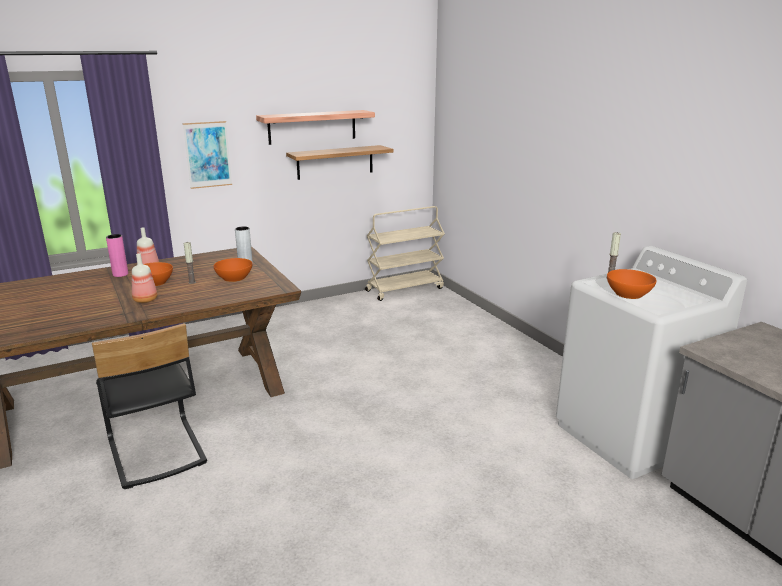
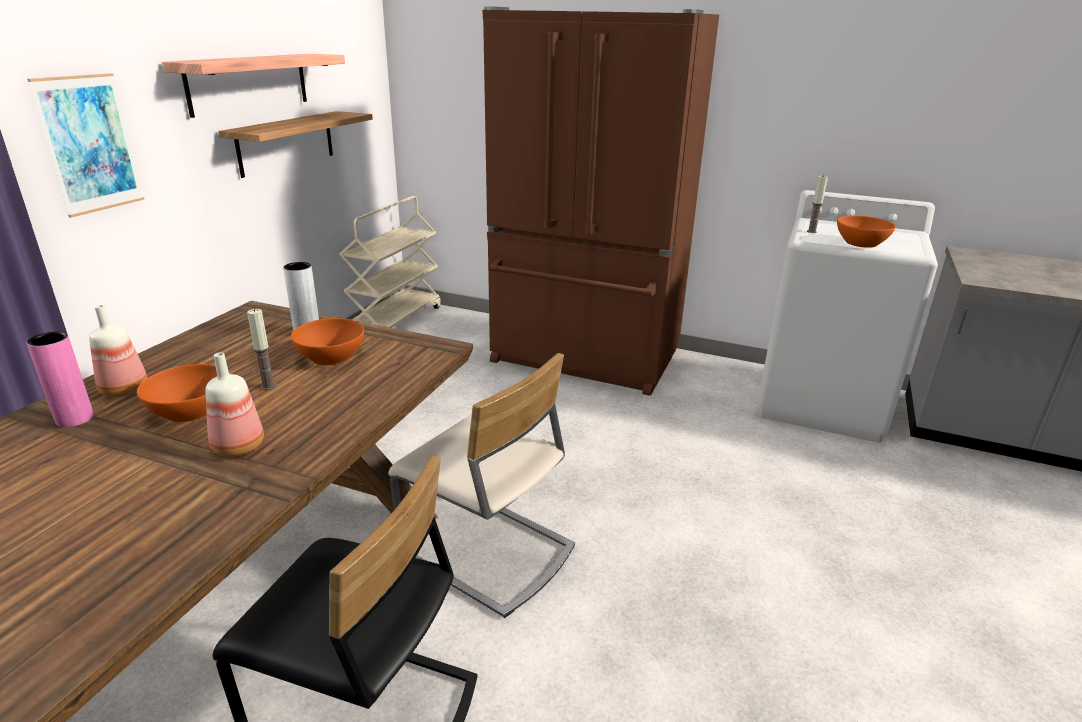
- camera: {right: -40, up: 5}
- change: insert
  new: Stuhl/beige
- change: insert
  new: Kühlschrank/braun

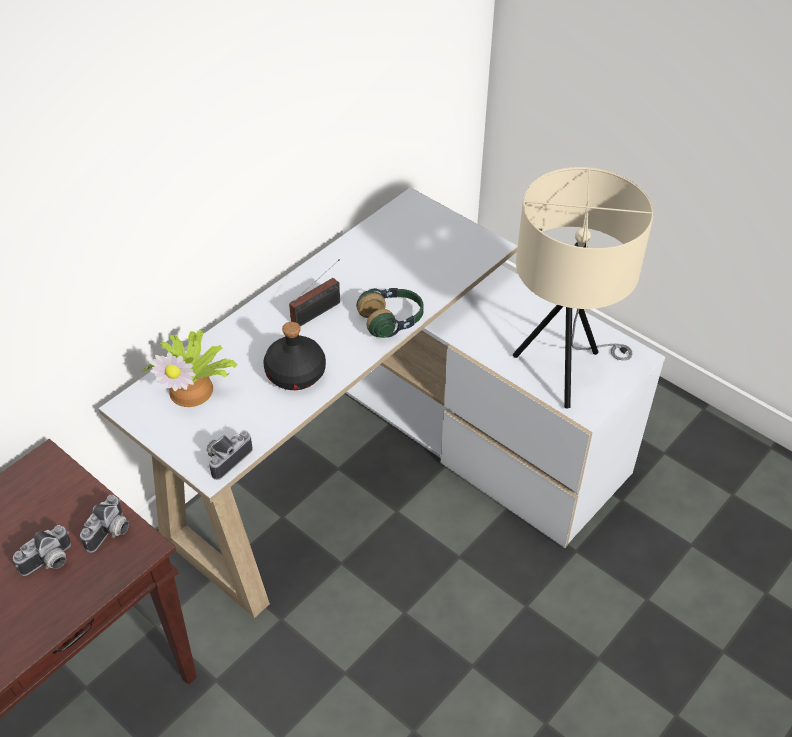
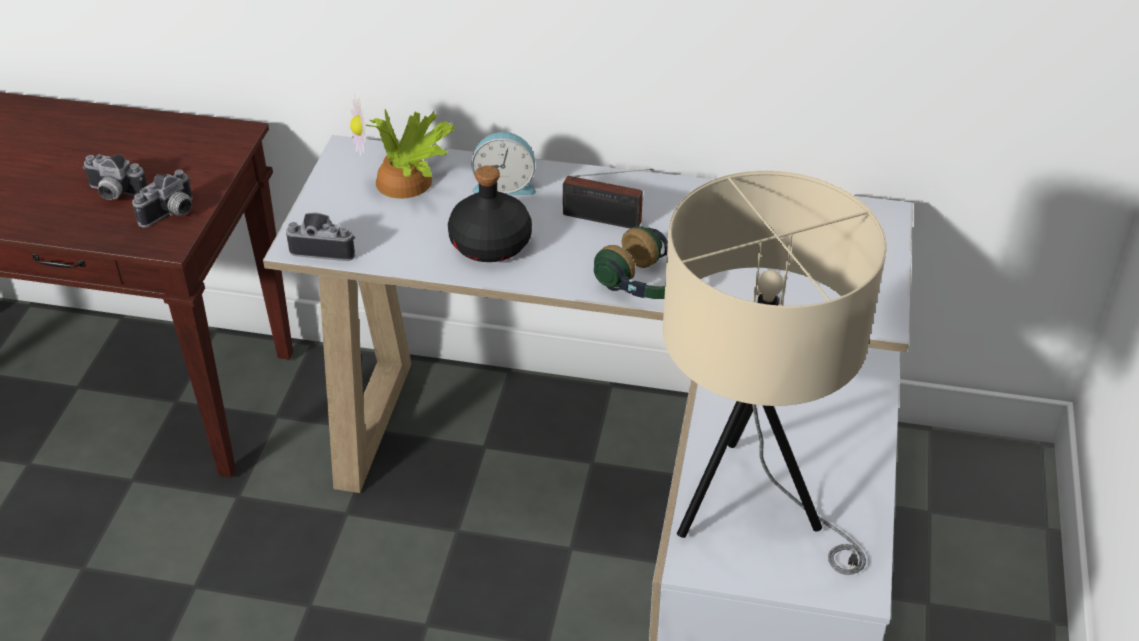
- camera: {right: 60, up: -5}
- change: rotate
  old: Kamera (2nd from left)
  degrees: -45
- change: insert
  new: Wecker

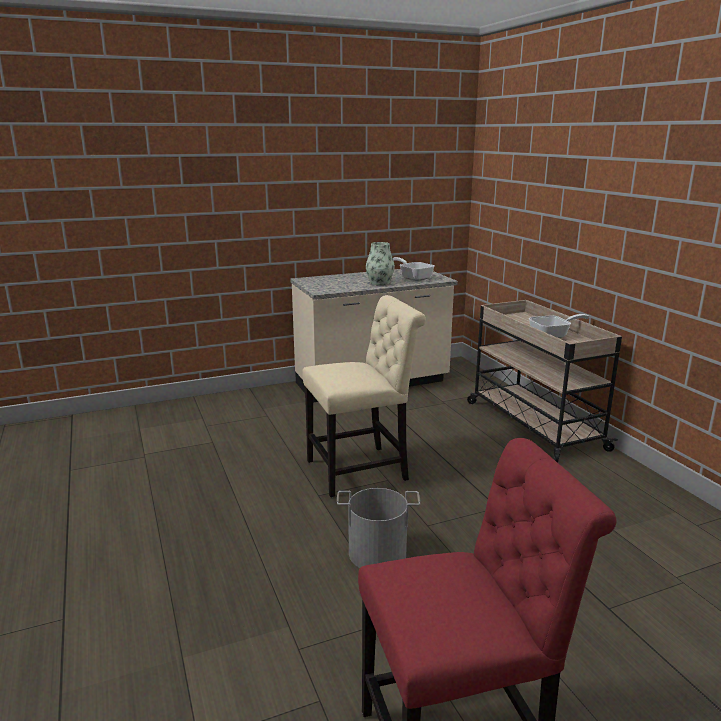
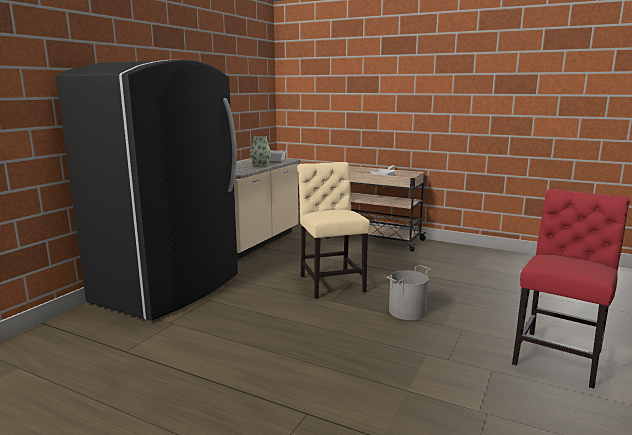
- camera: {right: -40, up: -5}
- change: rotate
  old: Stuhl/beige
  degrees: -45
- change: insert
  new: Kühlschrank/schwarz

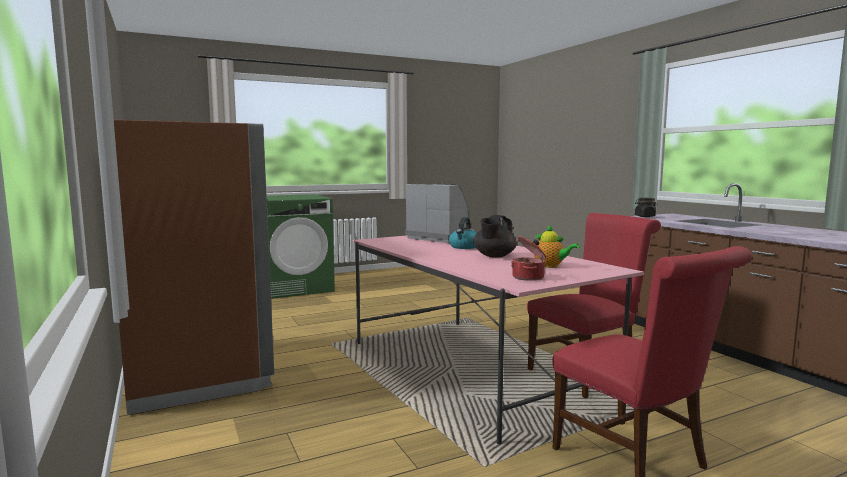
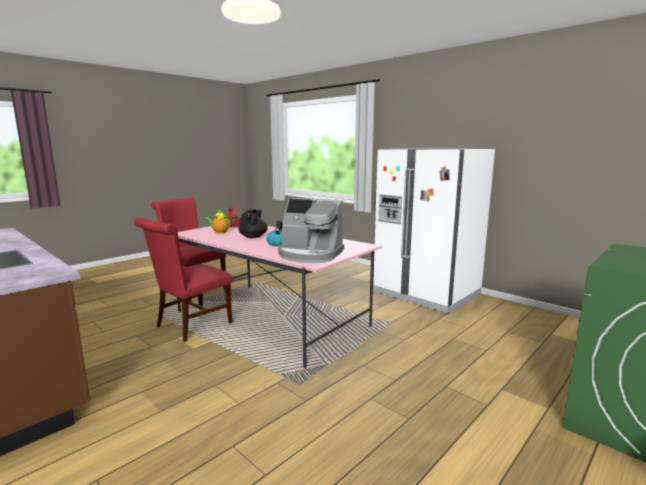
- camera: {right: 160, up: 5}
- change: recolor
  old: Kühlschrank/braun
  new: Kühlschrank/weiß
- change: delete
  old: Vorratsglas/schwarz

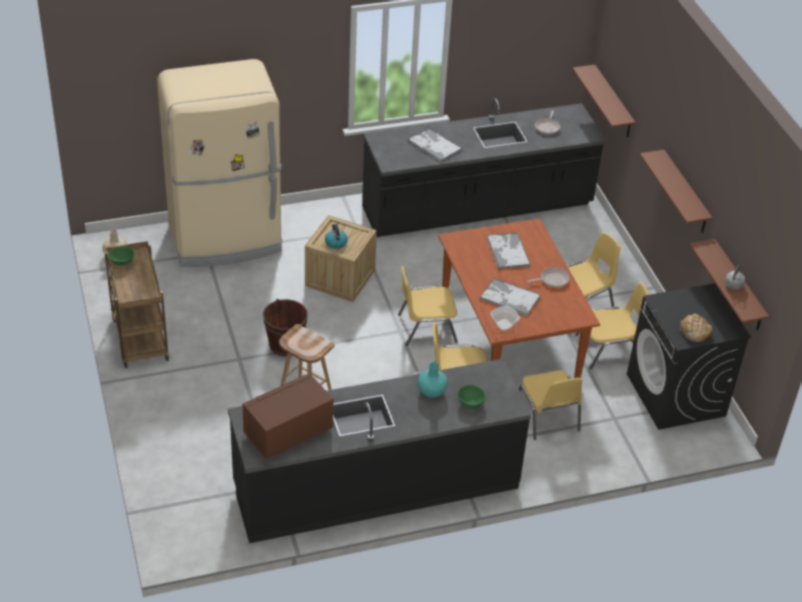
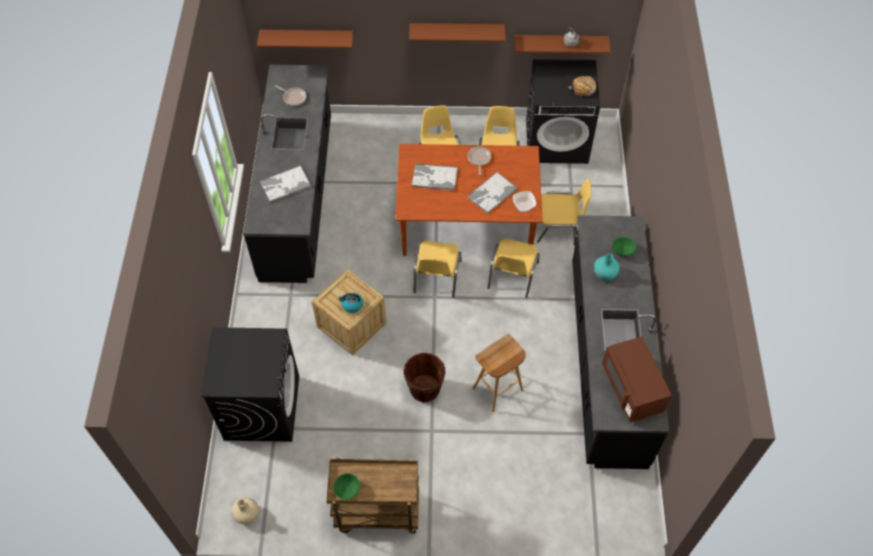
- camera: {right: -70, up: 15}
- change: replace
  old: Kühlschrank/beige
  new: Waschmaschine/schwarz (1st from left)

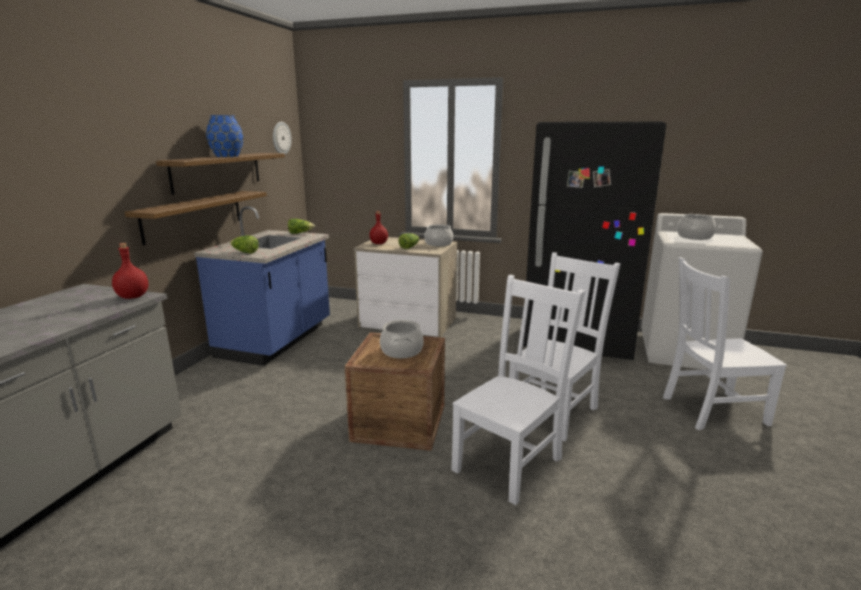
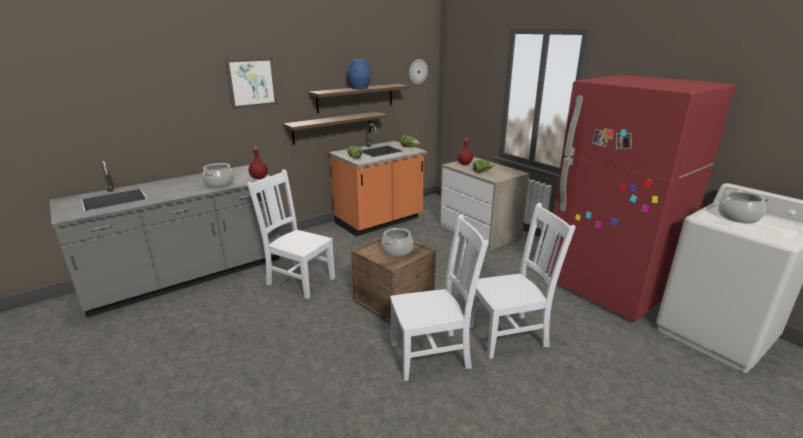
- camera: {right: 35, up: 5}
- change: recolor
  old: Küchenzeile/blau
  new: Küchenzeile/orange
- change: move
  old: Kochtopf (2nd from left in the first image)
  new: Kochtopf (1st from left)
- change: recolor
  old: Kühlschrank/schwarz
  new: Kühlschrank/rot
- change: move
  old: Stuhl/weiß (3rd from left in the first image)
  new: Stuhl/weiß (1st from left)
- change: insert
  new: Bild

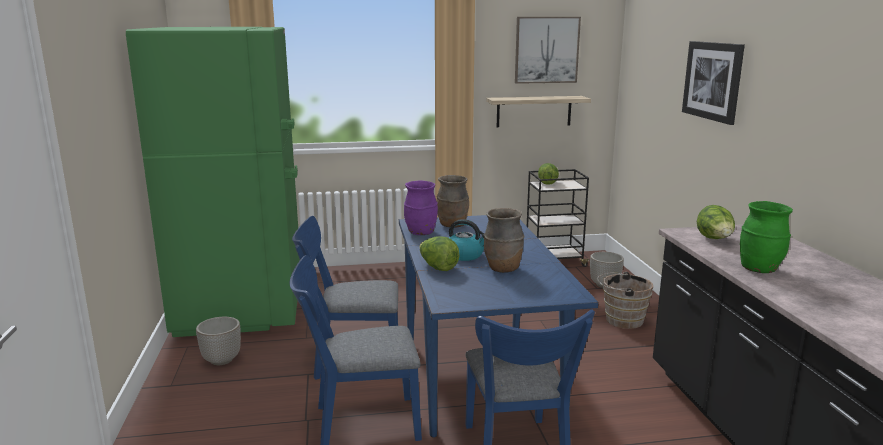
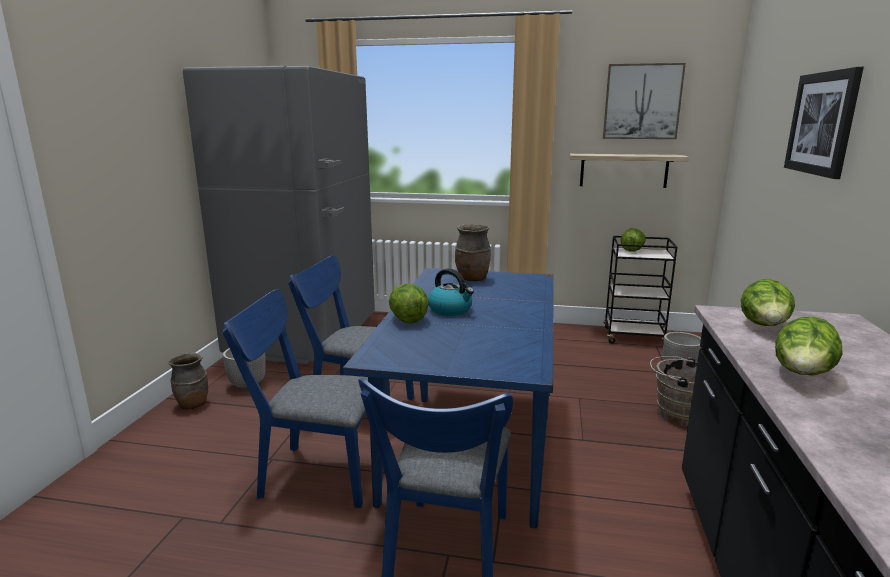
- camera: {right: 20, up: 0}
- change: recolor
  old: Kühlschrank/grün
  new: Kühlschrank/grau
- change: delete
  old: Vase/lila
- change: move
  old: Vase/braun (2nd from left in the first image)
  new: Vase/braun (1st from left)
- change: replace
  old: Vase/grün
  new: Salatkopf (4th from left)

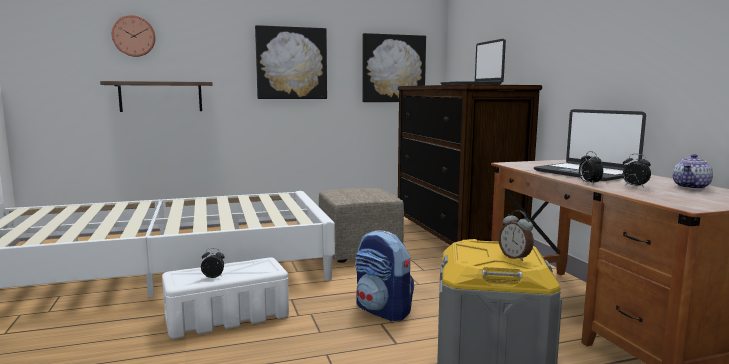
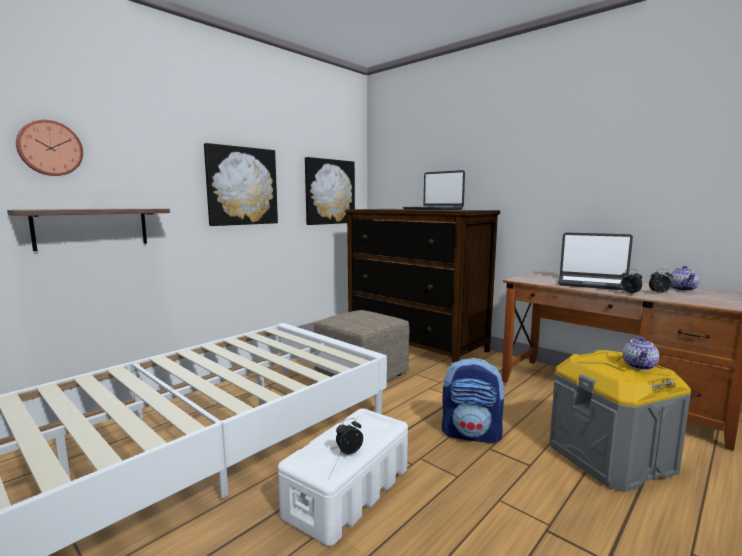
- camera: {right: -30, up: 0}
- change: replace
  old: Wecker (2nd from left)
  new: Teekanne (1st from left)

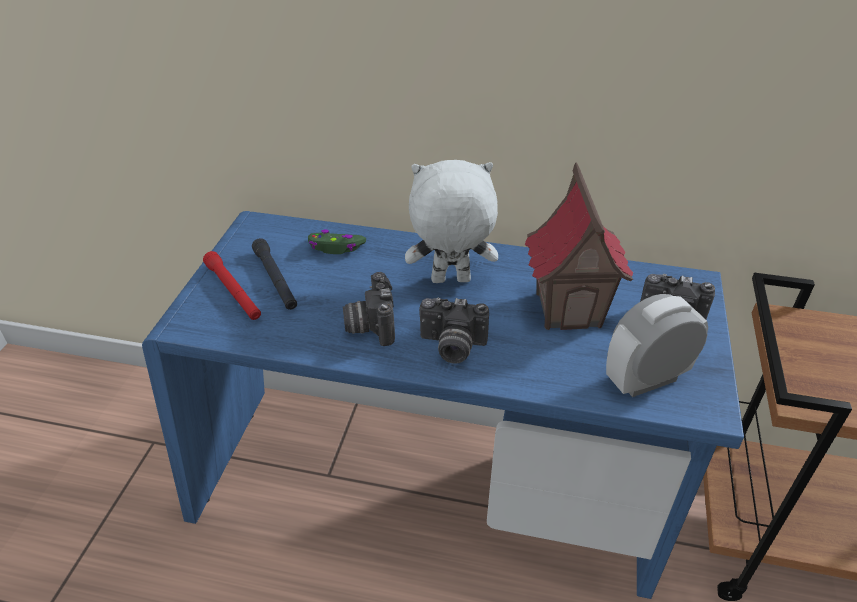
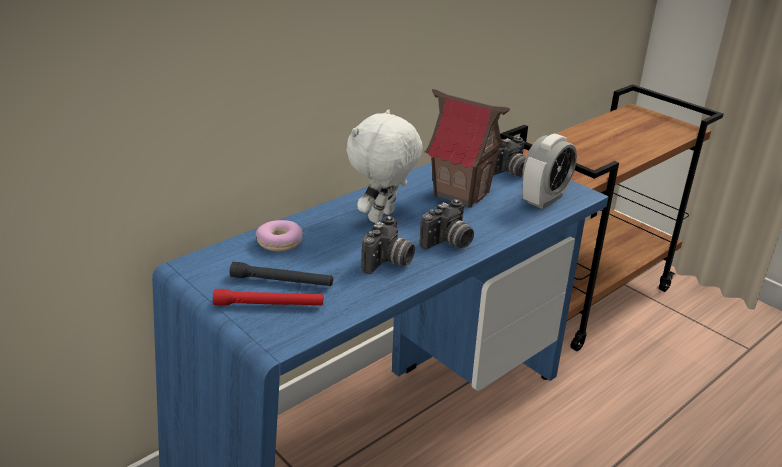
- camera: {right: -55, up: -10}
- change: replace
  old: Gamepad/grün
  new: Donut
- change: rotate
  old: Kamera (1st from left)
  degrees: -90
- change: rotate
  old: Wecker
  degrees: -150

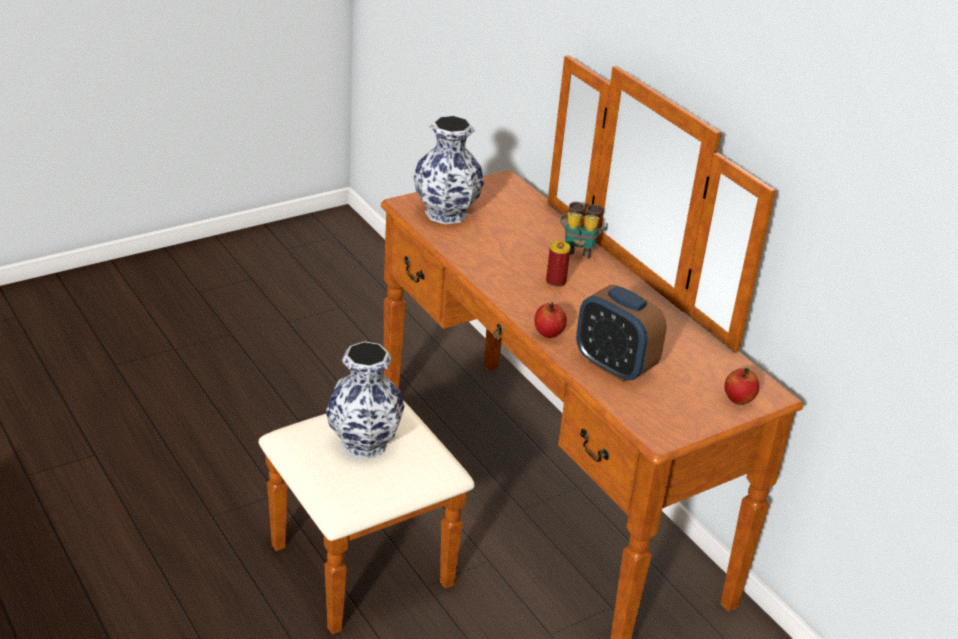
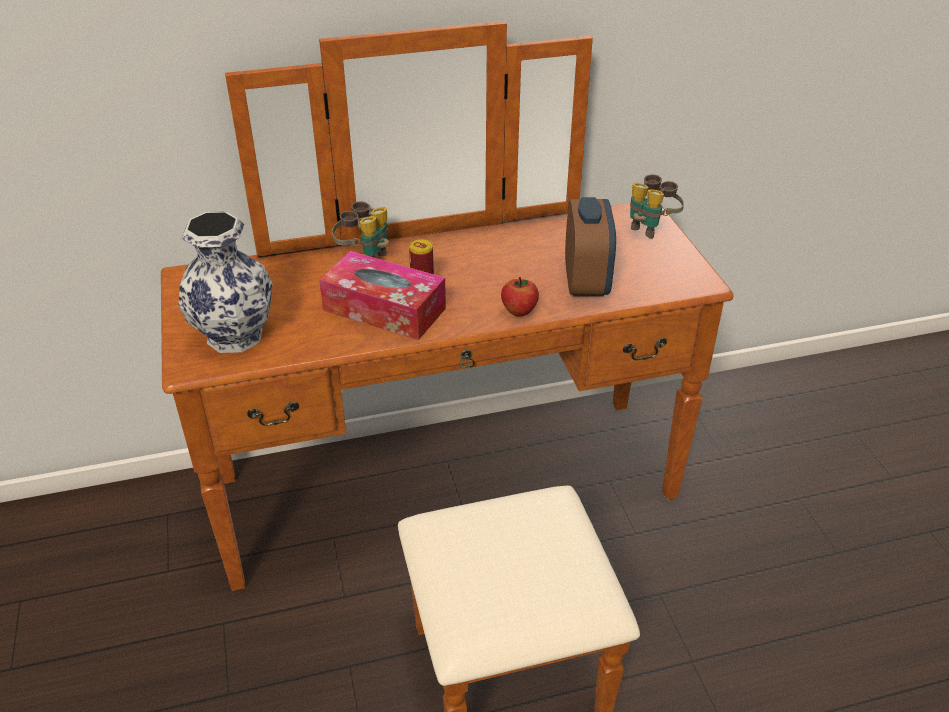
- camera: {right: -70, up: 5}
- change: delete
  old: Vase (1st from left)
- change: rotate
  old: Wecker
  degrees: -60
- change: replace
  old: Apfel (2nd from left)
  new: Fernglas (2nd from left)
- change: insert
  new: Taschentuchbox

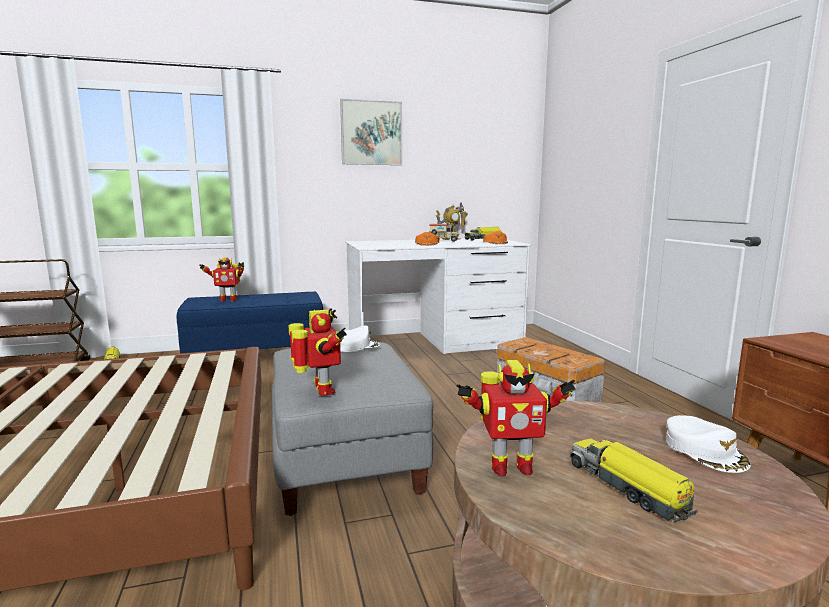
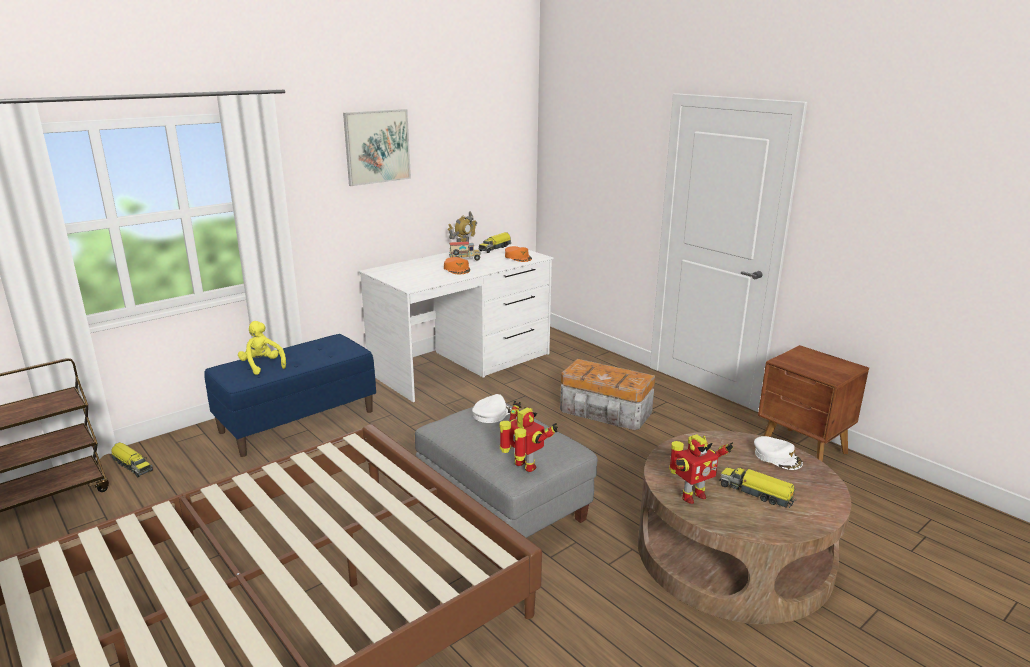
- camera: {right: -25, up: 10}
- change: replace
  old: Spielzeugroboter (1st from left)
  new: Plüschtier/gelb

